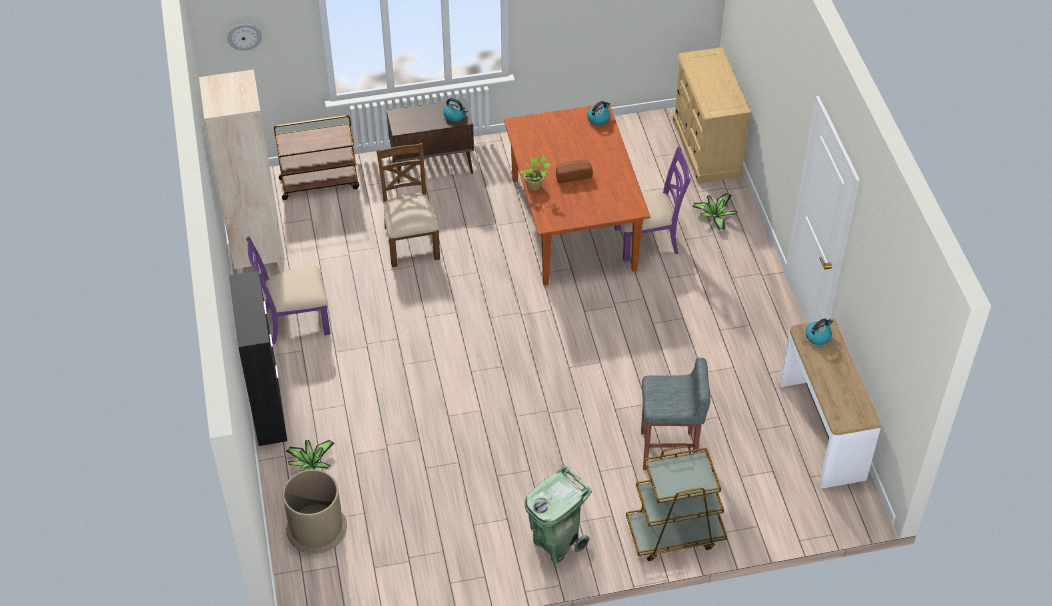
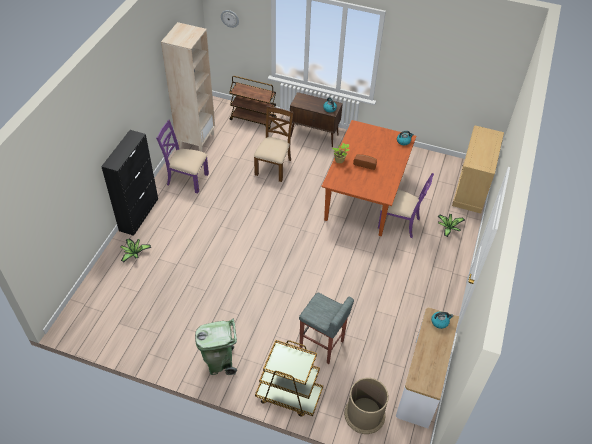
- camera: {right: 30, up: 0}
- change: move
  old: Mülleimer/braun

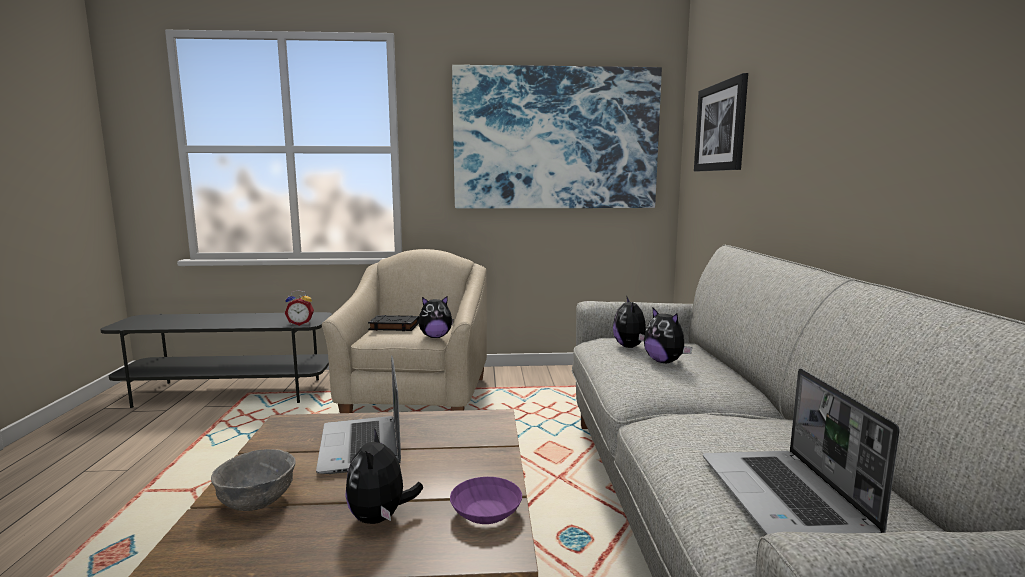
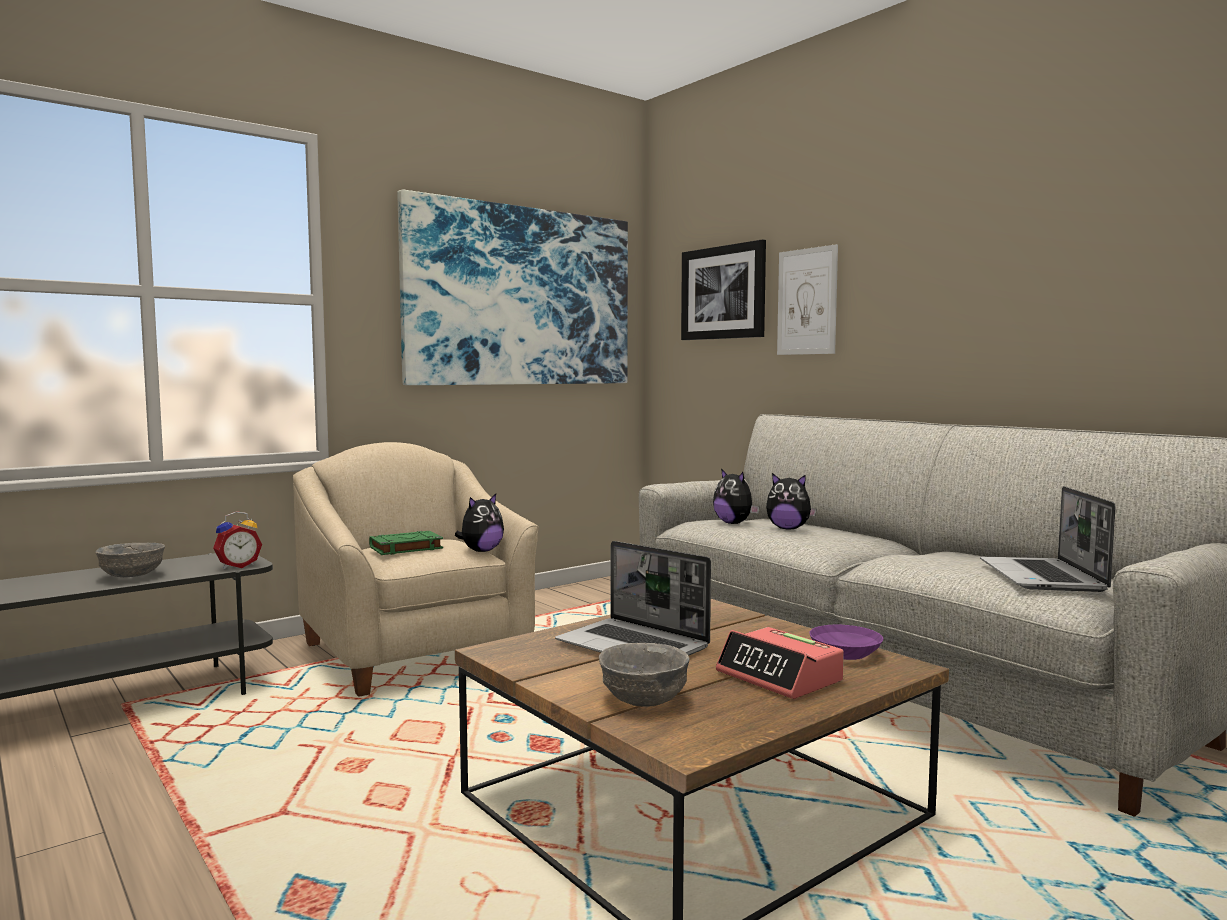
- camera: {right: -35, up: -5}
- change: replace
  old: Plüschtier (1st from left)
  new: Wecker (2nd from left)
- change: recolor
  old: Buch/schwarz
  new: Buch/grün
- change: rotate
  old: Laptop (2nd from left)
  degrees: 45
- change: insert
  new: Schüssel/grau (1st from left)
- change: insert
  new: Bild (3rd from left)

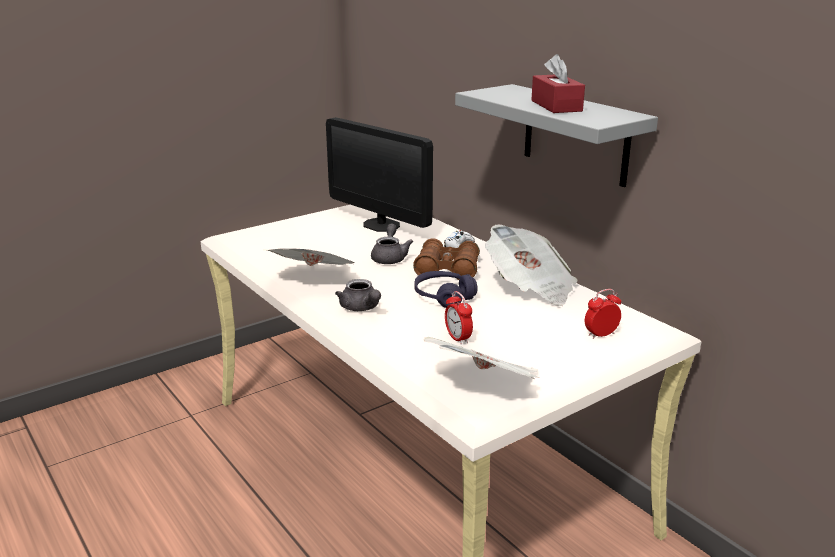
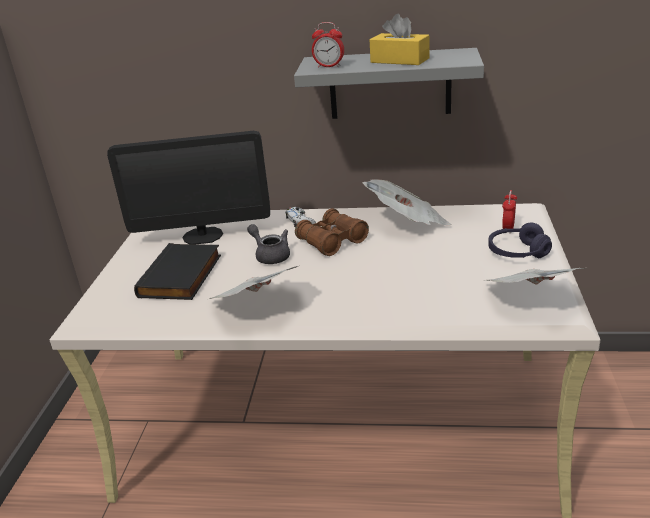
- camera: {right: -45, up: 5}
- change: delete
  old: Teekanne/grau (1st from left)
- change: move
  old: Kopfhörer/lila
- change: move
  old: Wecker (1st from left)
- change: recolor
  old: Taschentuchbox/rot
  new: Taschentuchbox/gelb
- change: insert
  new: Buch/schwarz

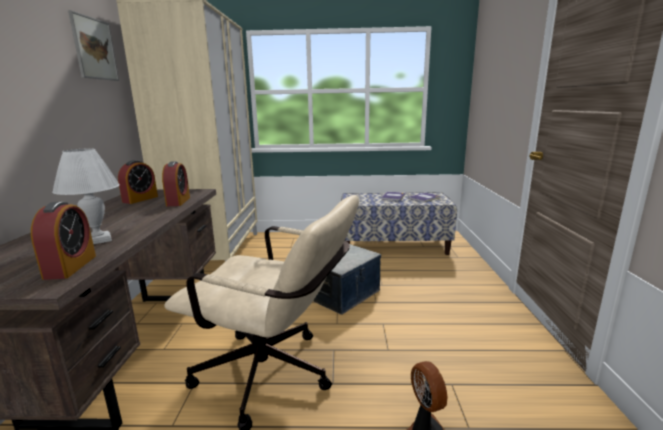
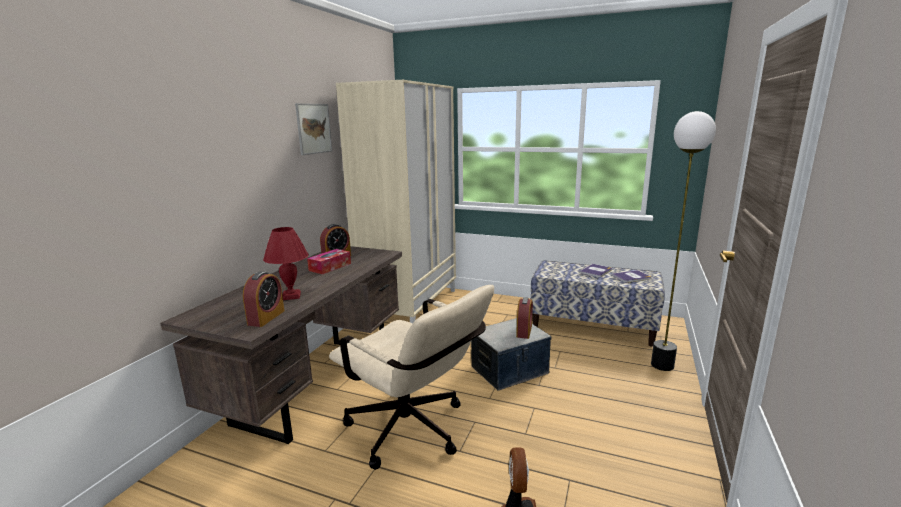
- camera: {right: 20, up: 0}
- change: recolor
  old: Tischlampe/weiß
  new: Tischlampe/rot
- change: move
  old: Wecker (3rd from left)
- change: insert
  new: Taschentuchbox
- change: insert
  new: Stehlampe

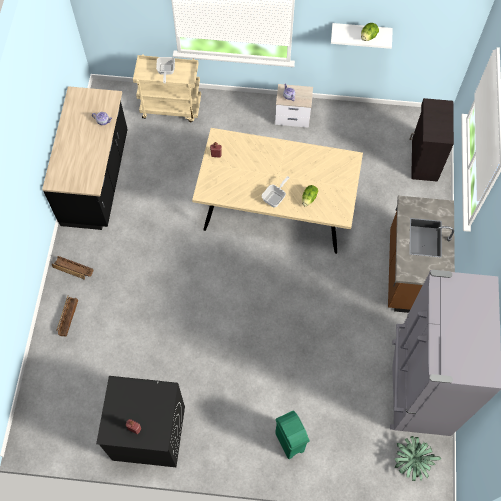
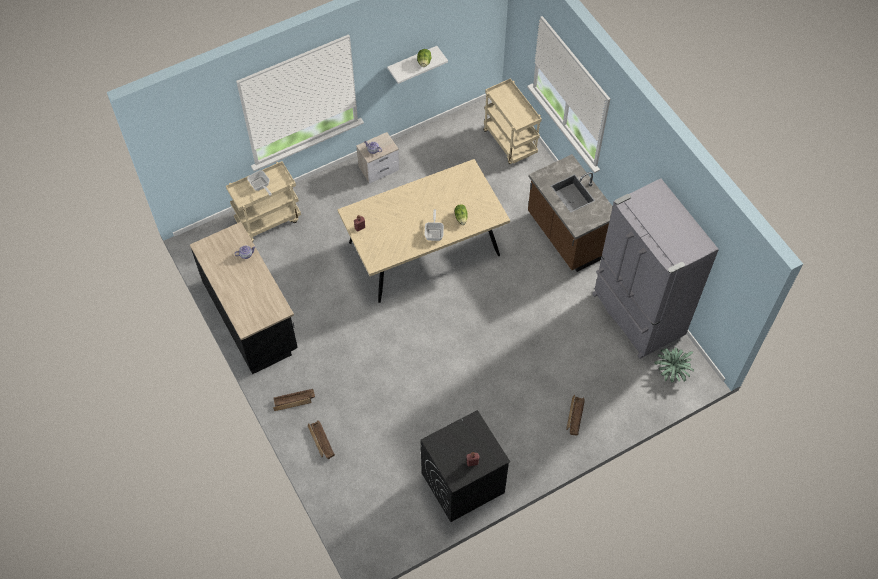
- camera: {right: -35, up: -5}
- change: replace
  old: Mülleimer/grün
  new: Kiste (3rd from left)
- change: replace
  old: Schrank/schwarz
  new: Rollwagen/beige (2nd from left)

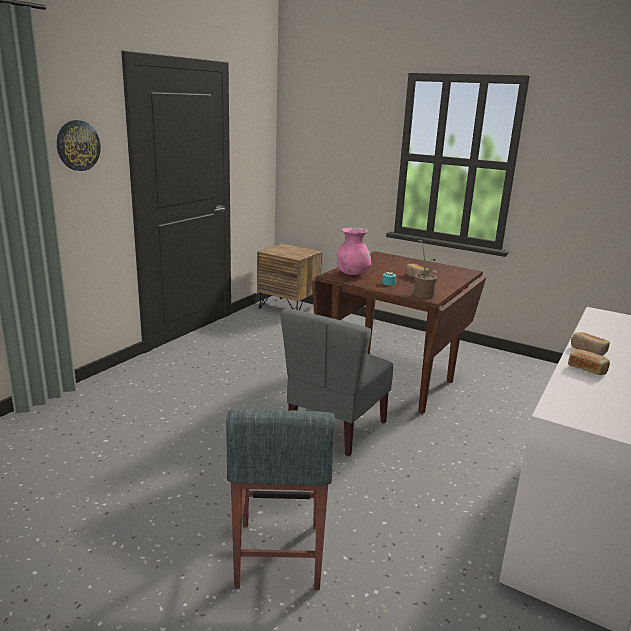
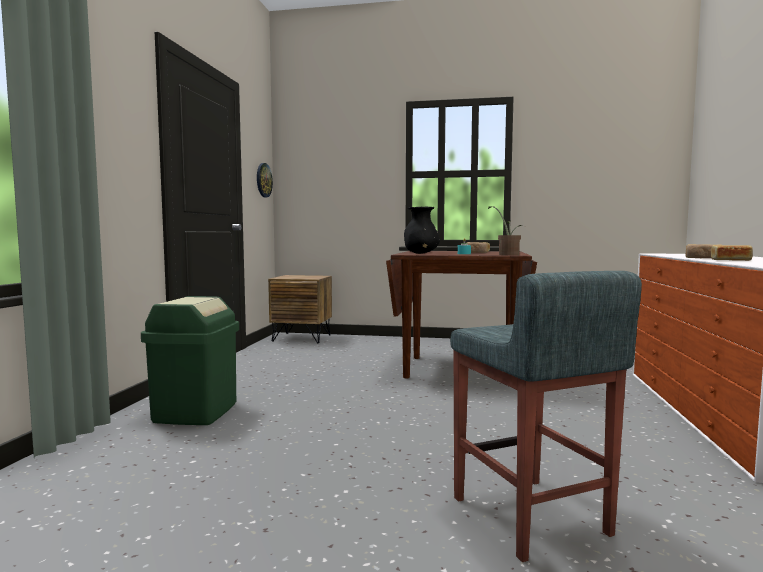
- camera: {right: -20, up: -15}
- change: move
  old: Wanduhr
- change: delete
  old: Stuhl/grau
- change: recolor
  old: Vase/rosa
  new: Vase/schwarz
- change: insert
  new: Mülleimer/grün

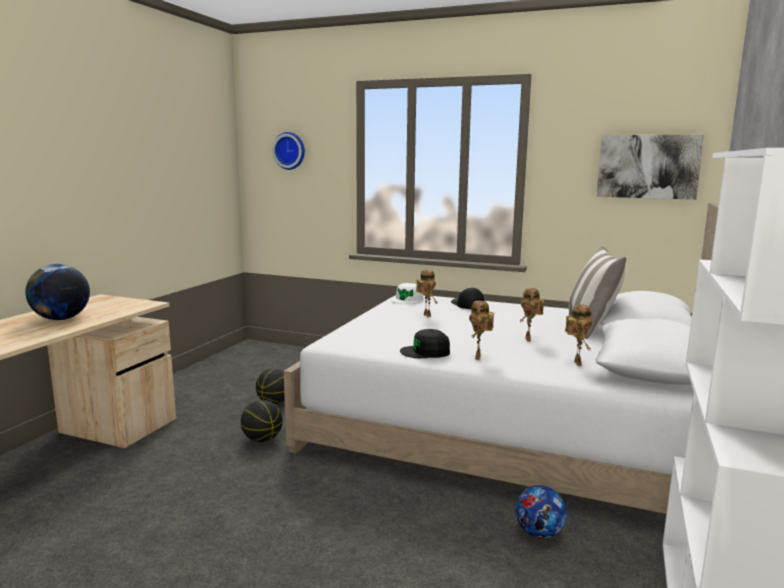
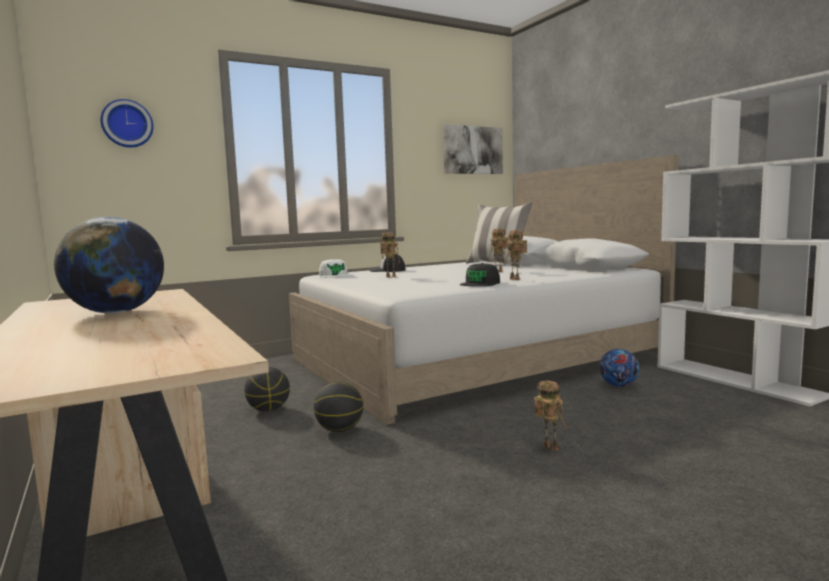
- camera: {right: -50, up: -5}
- change: move
  old: Spielzeugroboter (4th from left)

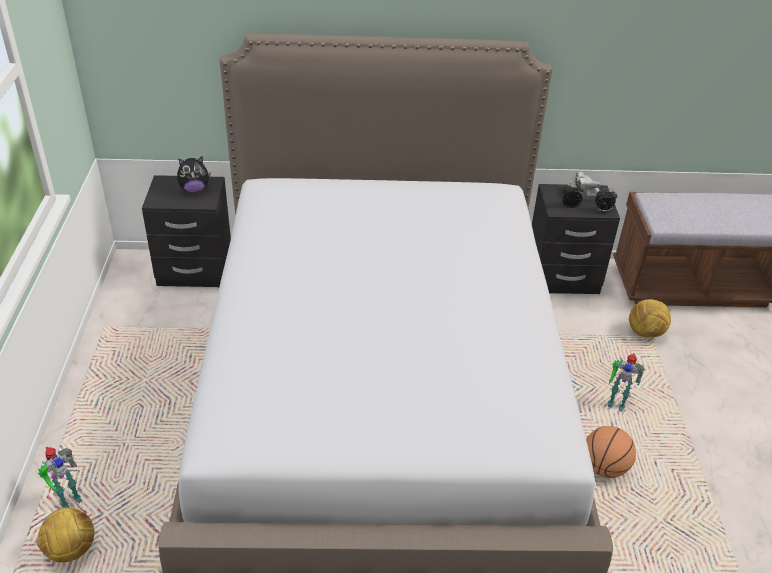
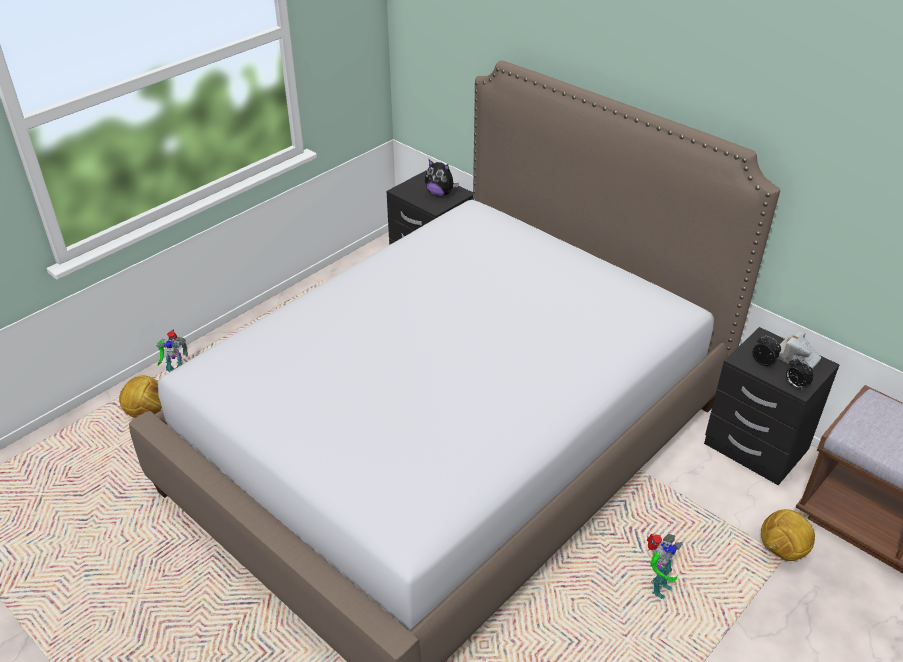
- camera: {right: 45, up: 0}
- change: delete
  old: Basketball
- change: rotate
  old: Spielzeugroboter (2nd from left)
  degrees: -120

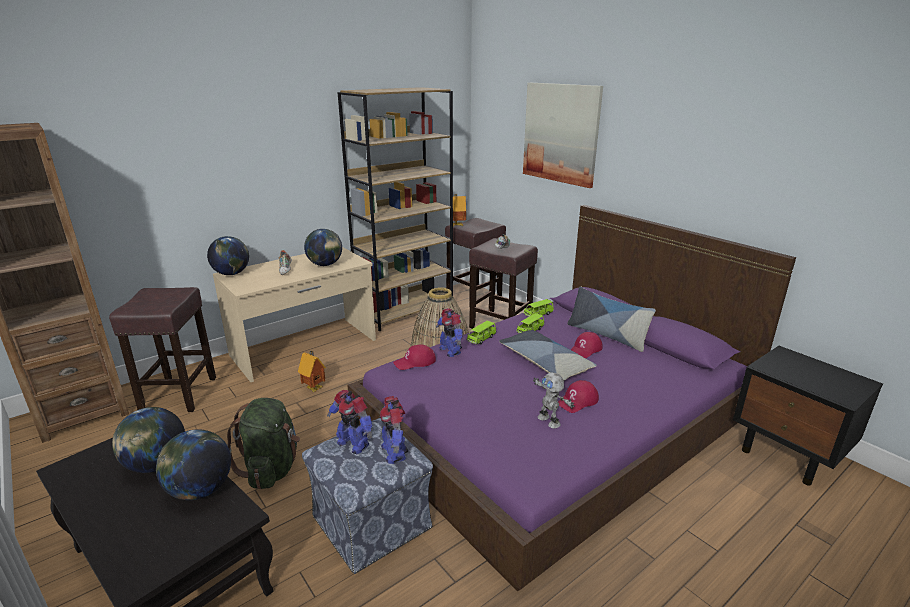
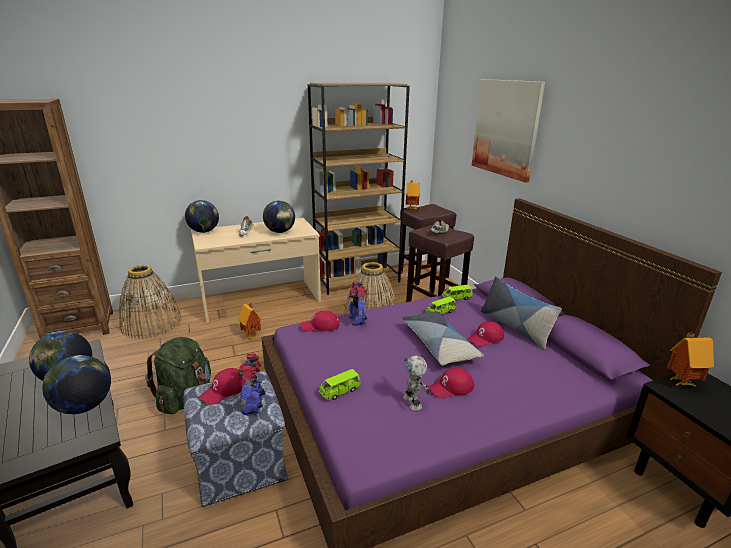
- camera: {right: 15, up: 0}
- change: replace
  old: Hocker/braun (1st from left)
  new: Korb (1st from left)
- change: replace
  old: Spielzeugroboter (1st from left)
  new: Kappe/rot (1st from left)
- change: move
  old: Spielzeugauto/grün (1st from left)
- change: insert
  new: Spielzeughaus (3rd from left)

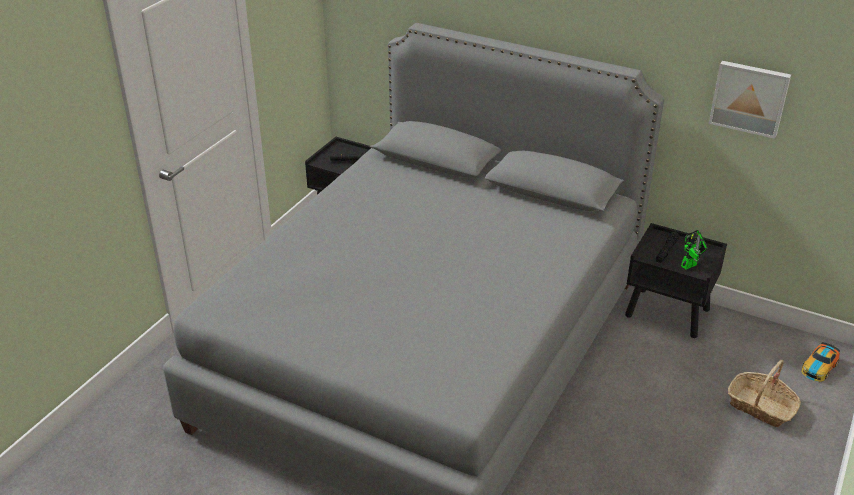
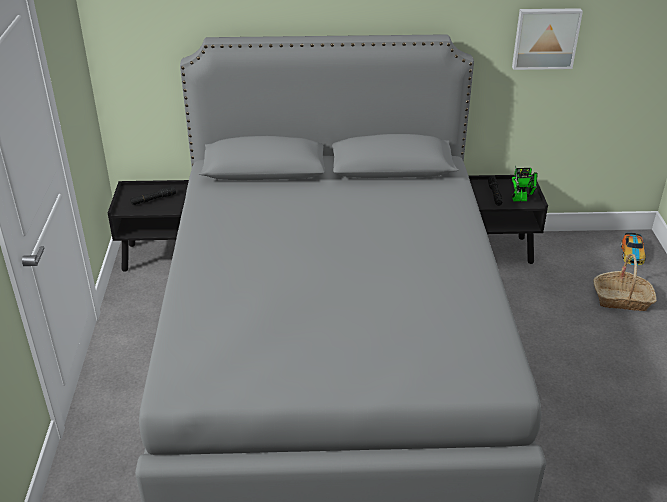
- camera: {right: -30, up: 0}
- change: rotate
  old: Spielzeugroboter
  degrees: 60

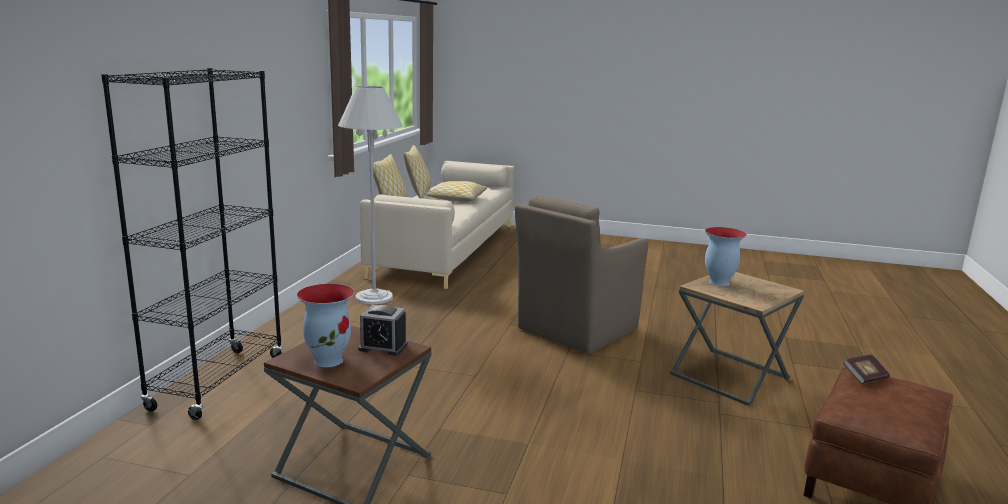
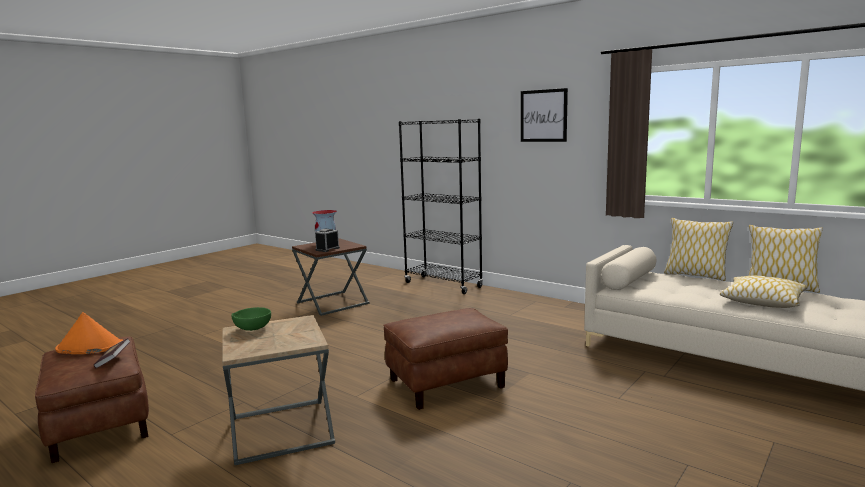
- camera: {right: 115, up: -5}
- change: delete
  old: Stehlampe/weiß
- change: replace
  old: Sessel/braun
  new: Polsterhocker/braun (2nd from left)
- change: delete
  old: Vase (2nd from left)
- change: insert
  new: Hut/orange
- change: insert
  new: Schüssel/grün
- change: insert
  new: Bild

